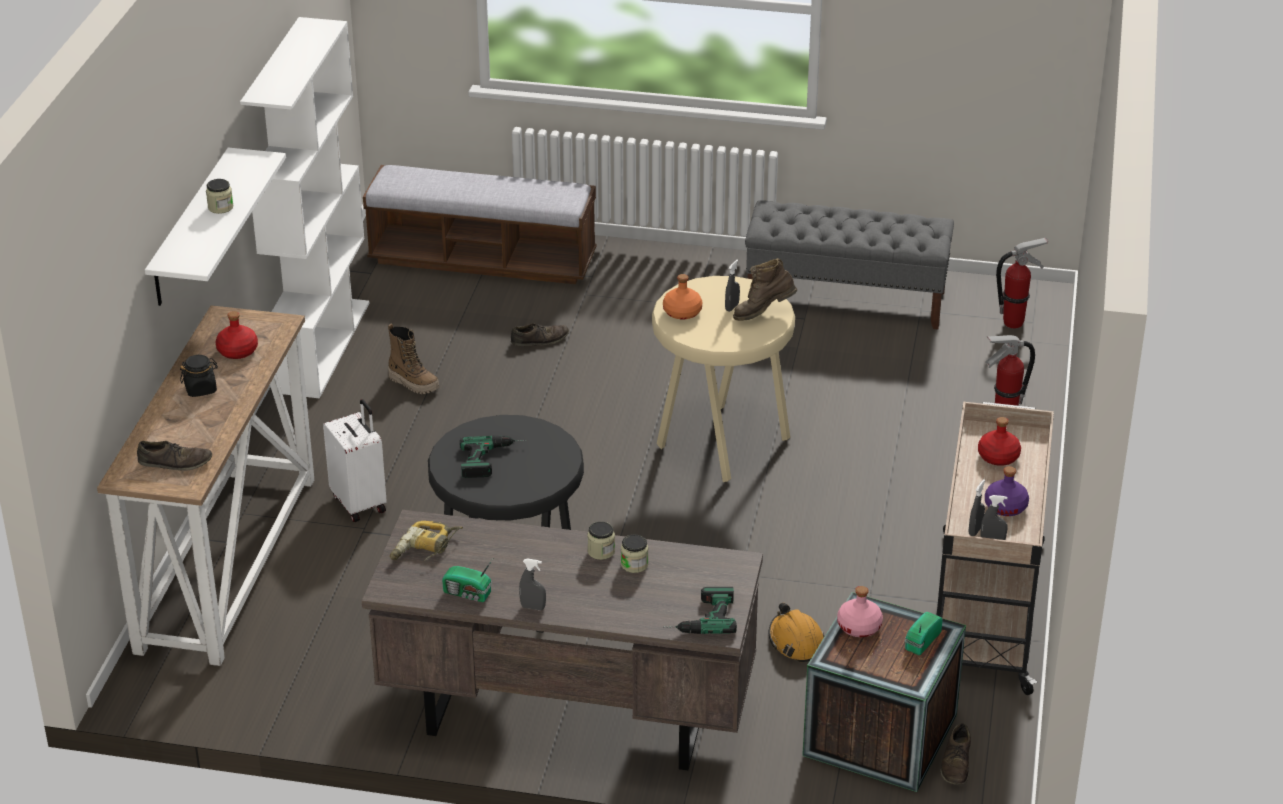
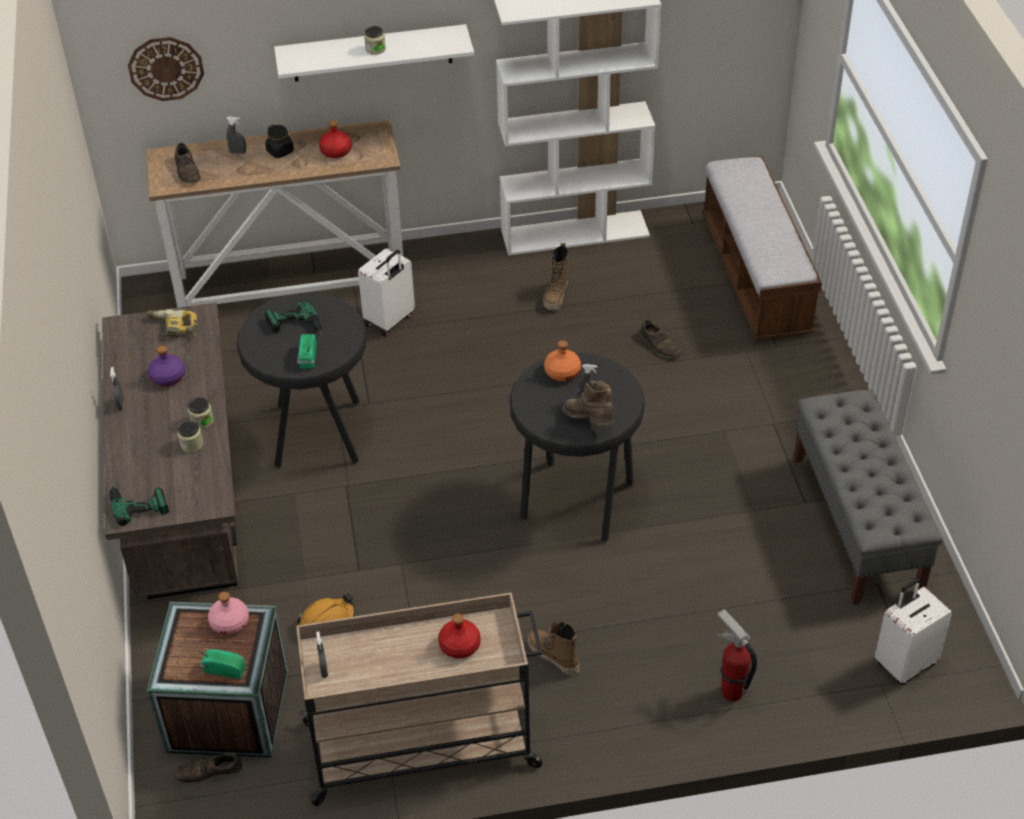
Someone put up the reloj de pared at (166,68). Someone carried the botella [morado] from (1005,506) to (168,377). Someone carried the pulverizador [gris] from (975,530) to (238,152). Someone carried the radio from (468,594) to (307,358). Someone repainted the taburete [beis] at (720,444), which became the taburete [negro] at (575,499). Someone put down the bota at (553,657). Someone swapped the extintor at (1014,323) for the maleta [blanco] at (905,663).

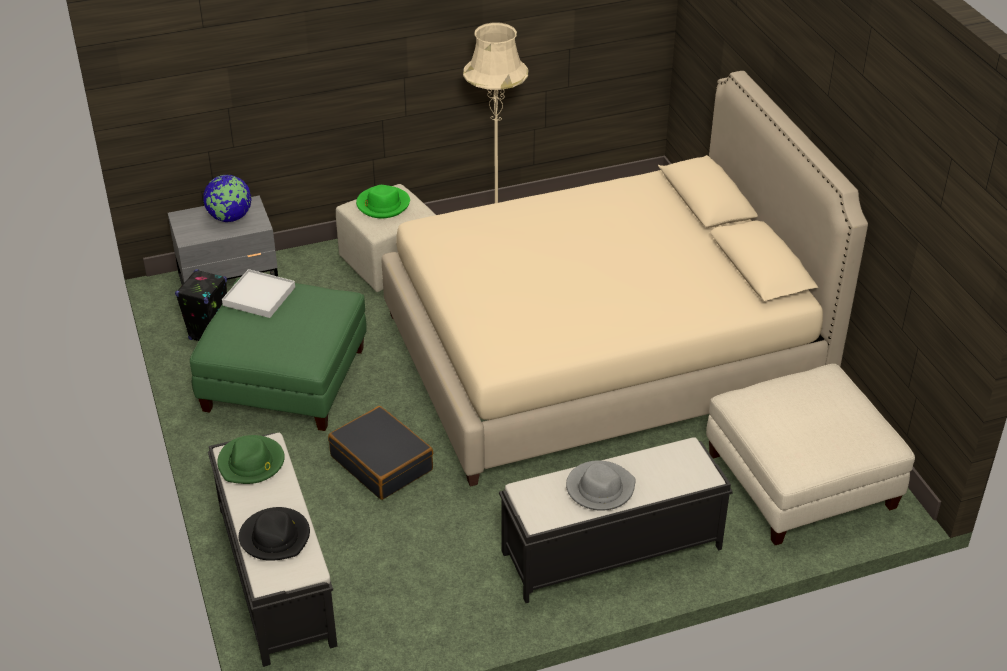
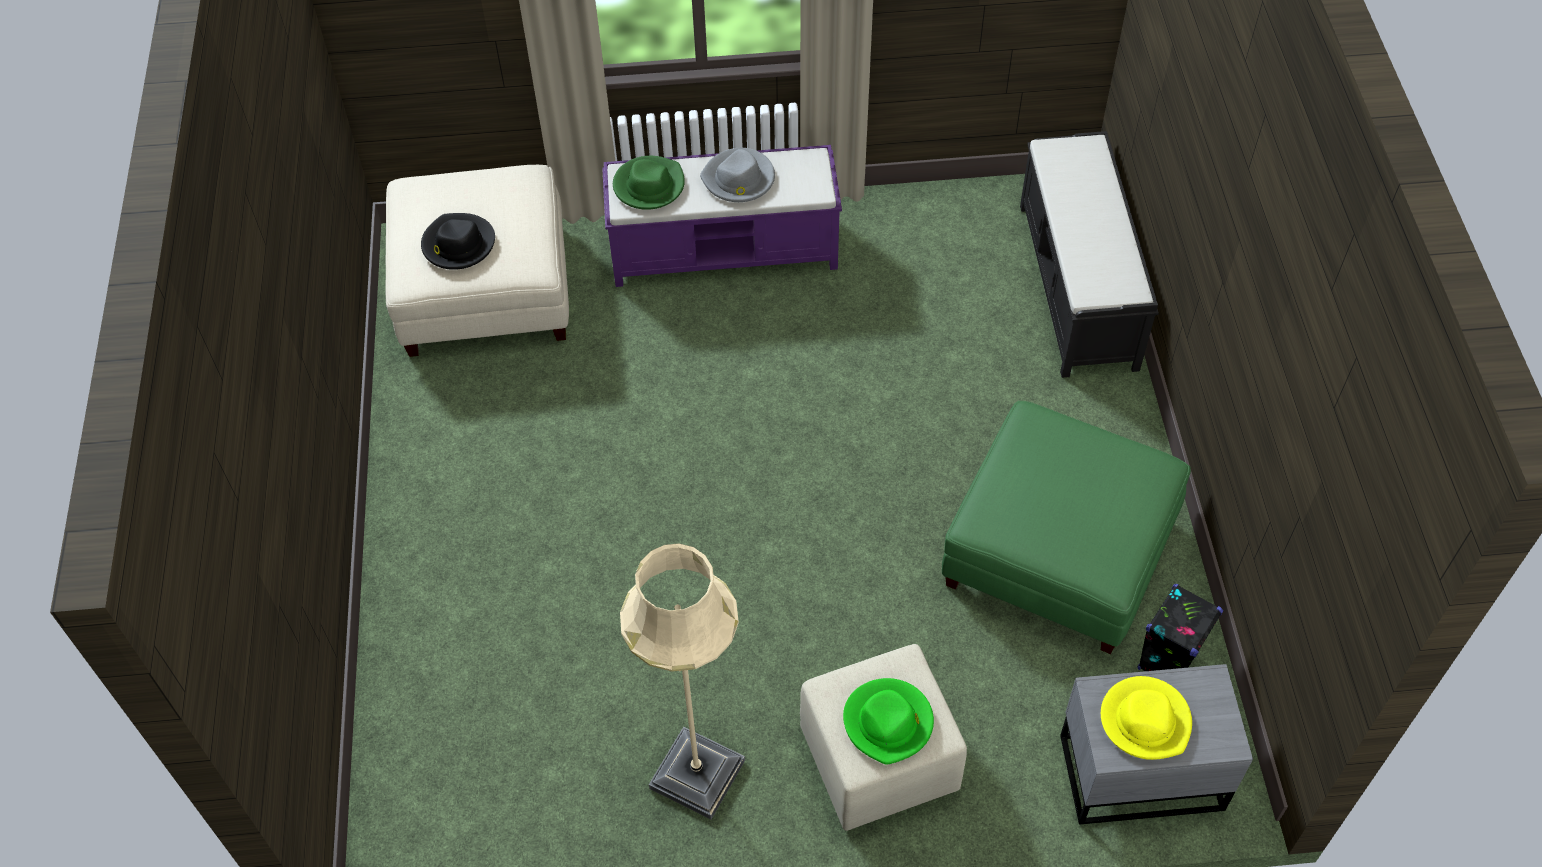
Someone carried the sombrero [negro] from (275,537) to (458,244). Someone repainted the banco [negro] at (610,551), which became the banco [morado] at (726,249). Someone carried the sombrero [verde] from (251,463) to (649,186). Someone swapped the globo terráqueo at (230,218) for the sombrero [amarillo] at (1145,720). Someone took away the bandeja [blanco] at (259,296). Someone took away the maleta [negro] at (382,463). Someone took away the cama [beis] at (602,354).

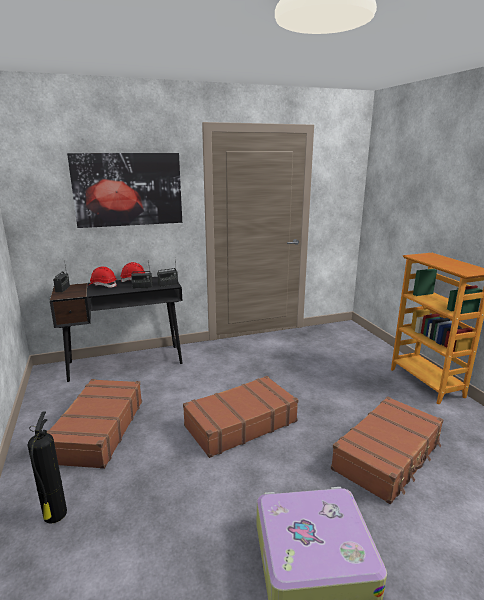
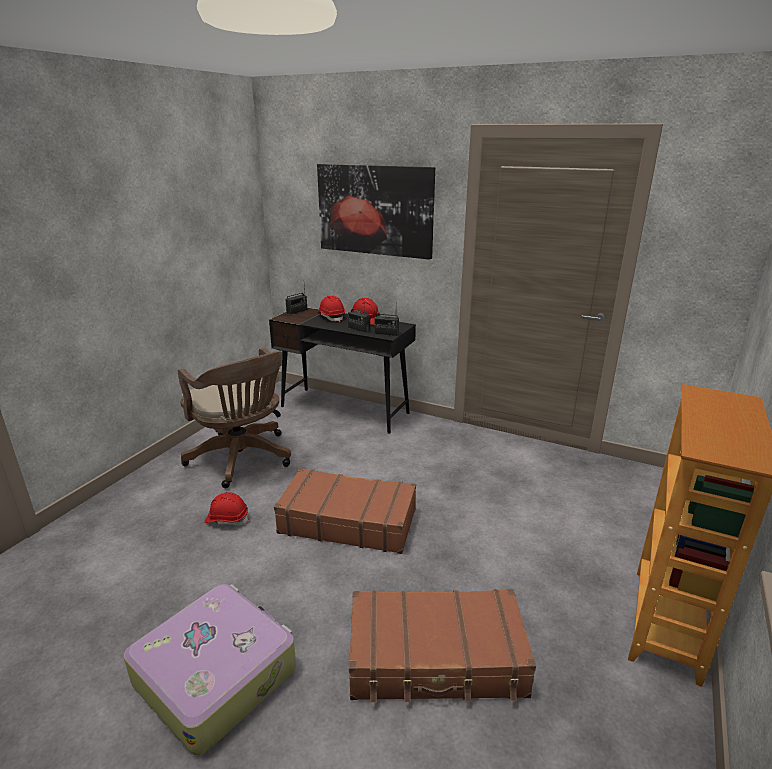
Someone swapped the maleta [marrón] at (98,430) for the silla de oficina [marrón] at (243,459). Someone put down the casco [rojo] at (227,519). Someone took away the extintor at (55,516).

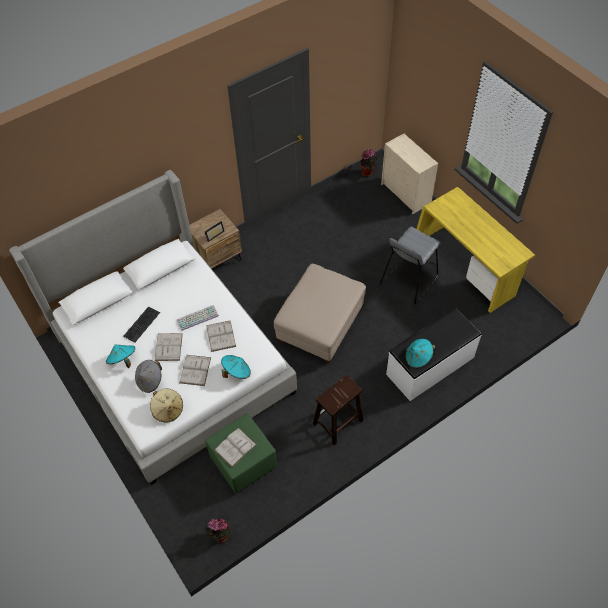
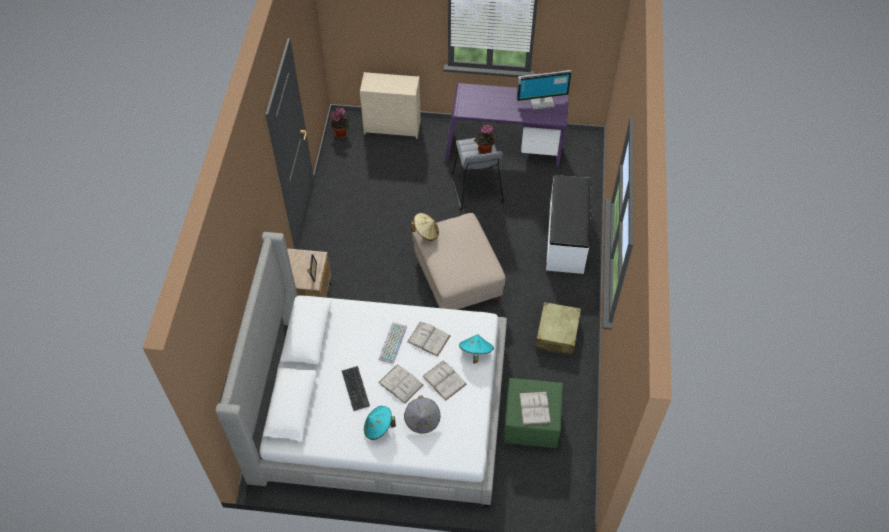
Someone carried the sombrero [beis] from (168,410) to (426,232). Someone repainted the escritorio [amarillo] at (464,269), which became the escritorio [morado] at (504,149). Someone carried the planta en maceta from (219,536) to (485,151). Someone put down the monitor at (541,101). Someone swapped the taburete [marrón] at (337,423) for the maleta [beis] at (557,333). Someone took away the sombrero [turquesa] at (418,358).

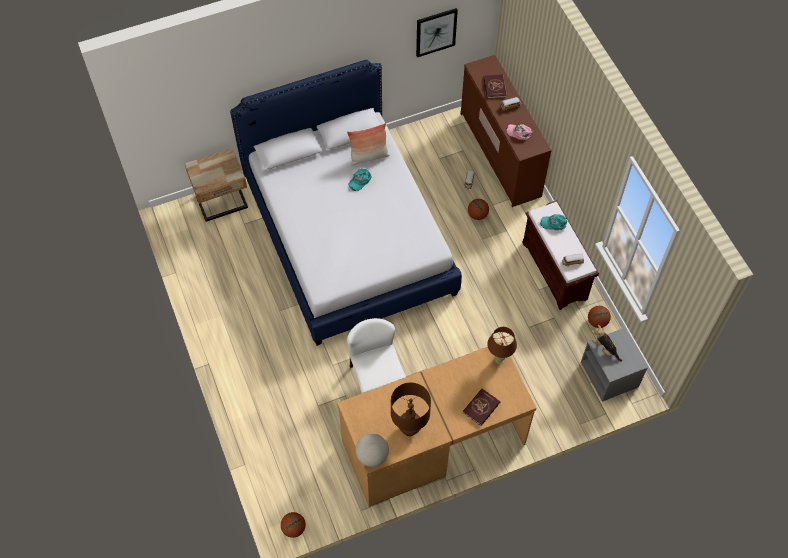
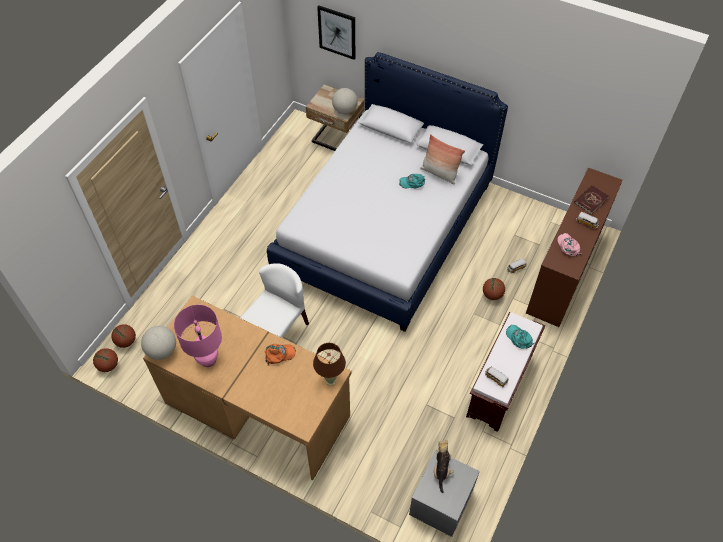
Someone carried the balón de baloncesto from (597,322) to (126,341). Someone repainted the lámpara de mesa [marrón] at (409,429), which became the lámpara de mesa [rosa] at (208,360). Someone put down the gorra [naranja] at (279,354). Someone carried the cuadro from (436,32) to (337,32). Someone put down the globo terráqueo at (345,110). Someone took away the libro [rojo] at (481,407).

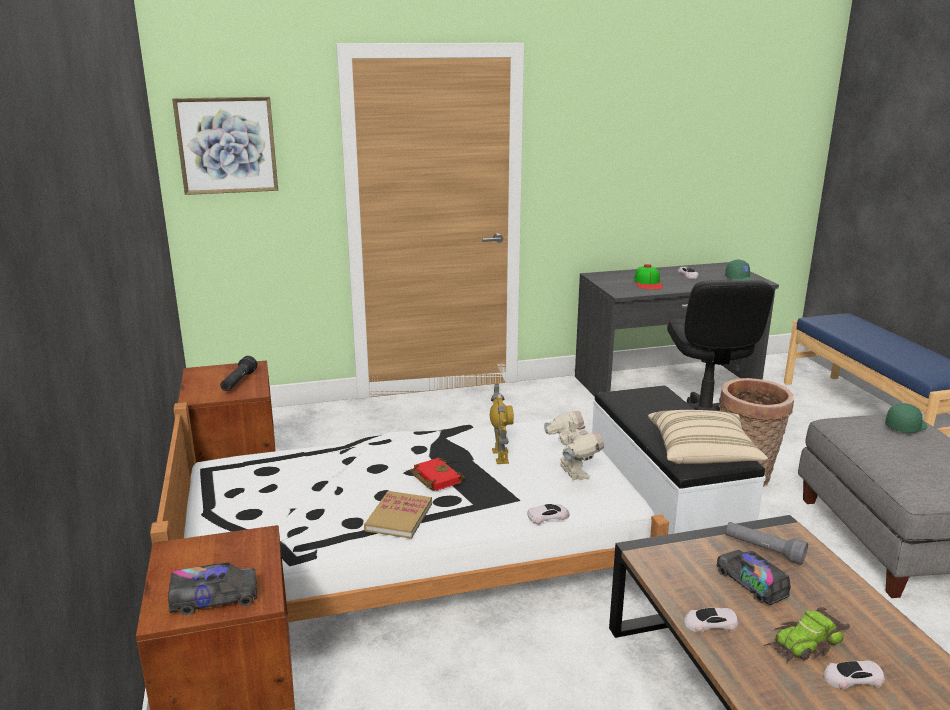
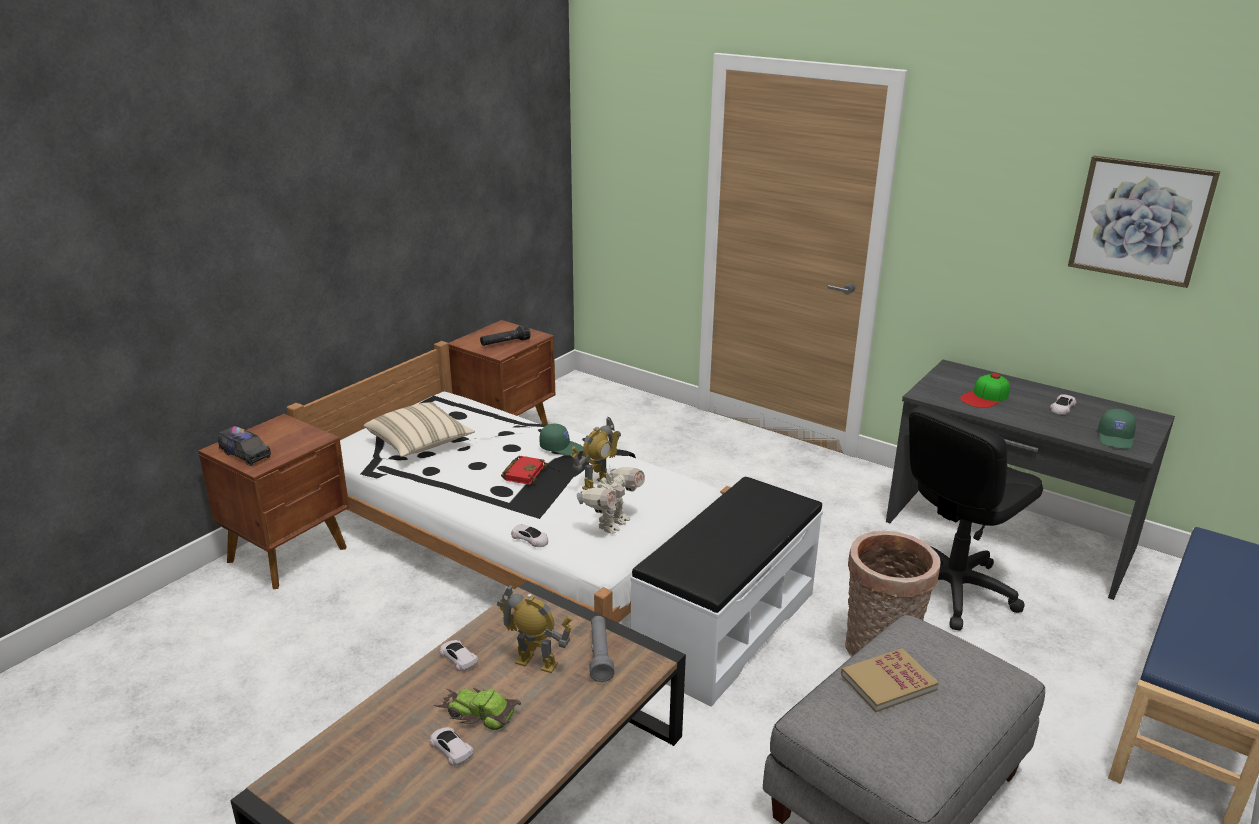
Someone carried the cojín [beis] from (702,454) to (420,444). Someone swapped the camión de juguete at (751,584) for the robot de juguete at (536,663). Someone carried the gorra [verde] from (905,426) to (561,447). Someone carried the libro from (399,517) to (888,682). Someone carried the cuadro from (227,145) to (1140,220).

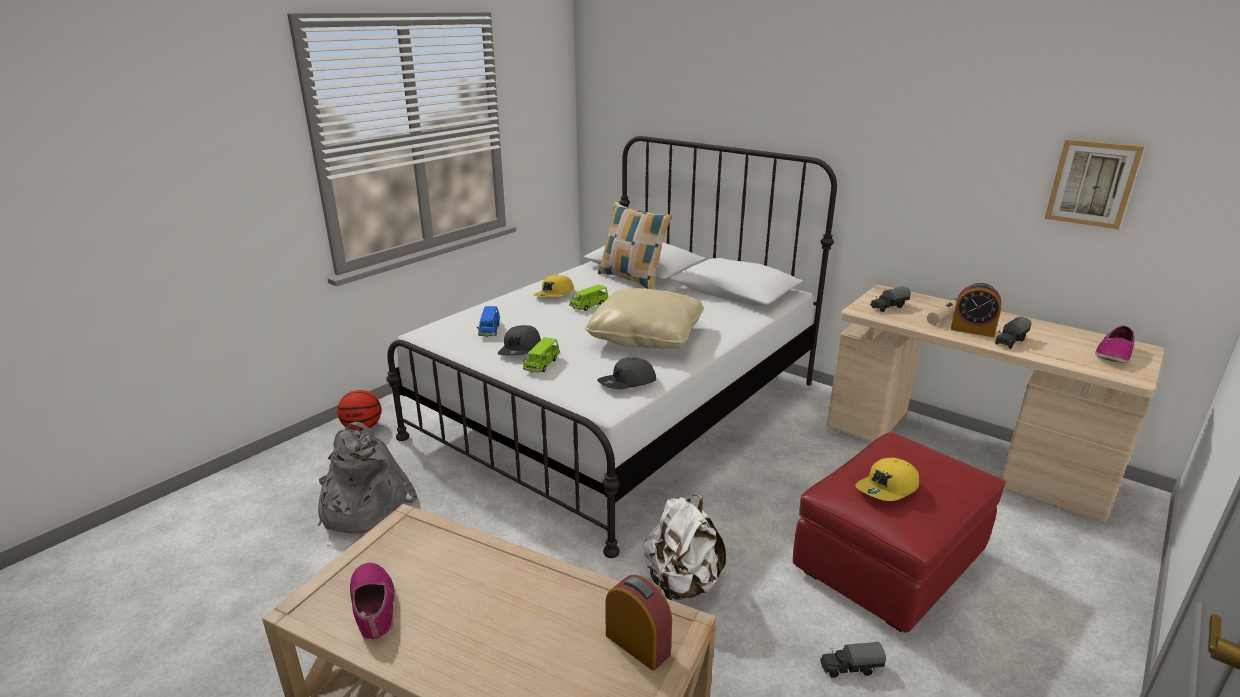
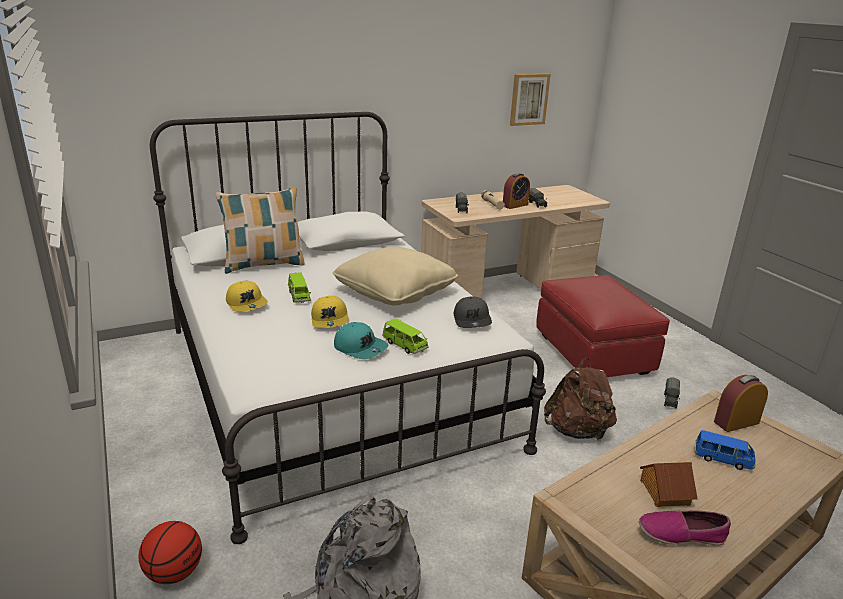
Someone carried the gorra [amarillo] from (888,488) to (330,320). Someone repainted the gorra [gris] at (521,349), which became the gorra [turquesa] at (360,348). Someone repainted the mochila [blanco] at (682,584), which became the mochila [marrón] at (577,431). Someone put down the casita at (664,492). Someone carried the coche de juguete [azul] from (489,330) to (722,459). Someone took away the zapato at (1113,354).

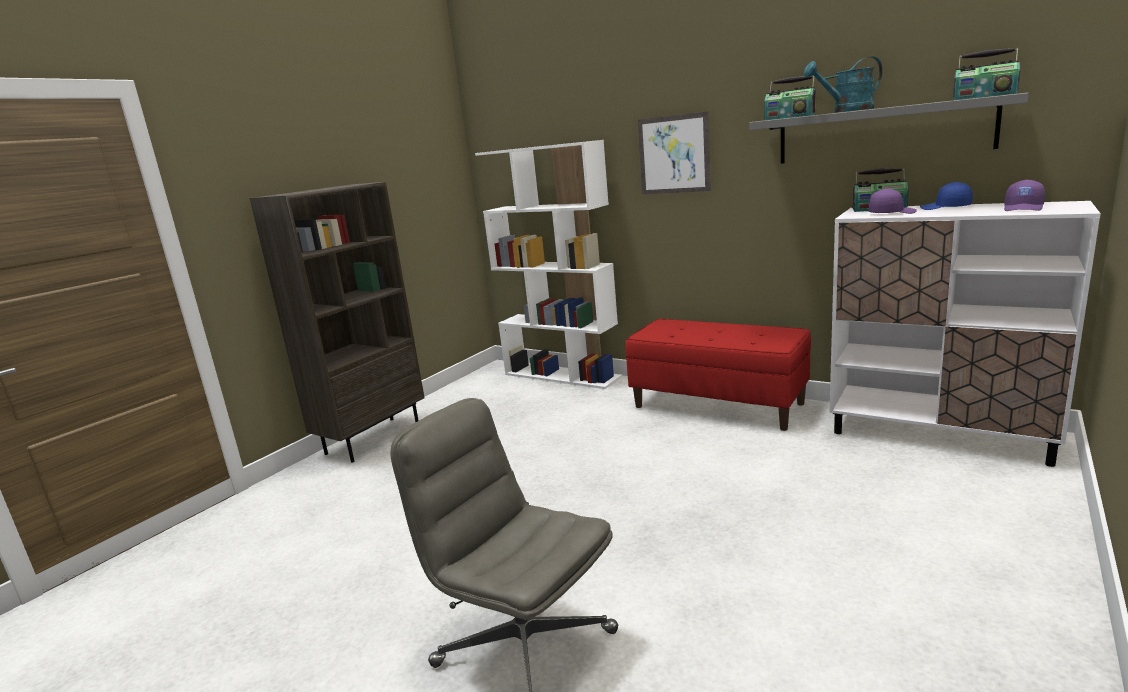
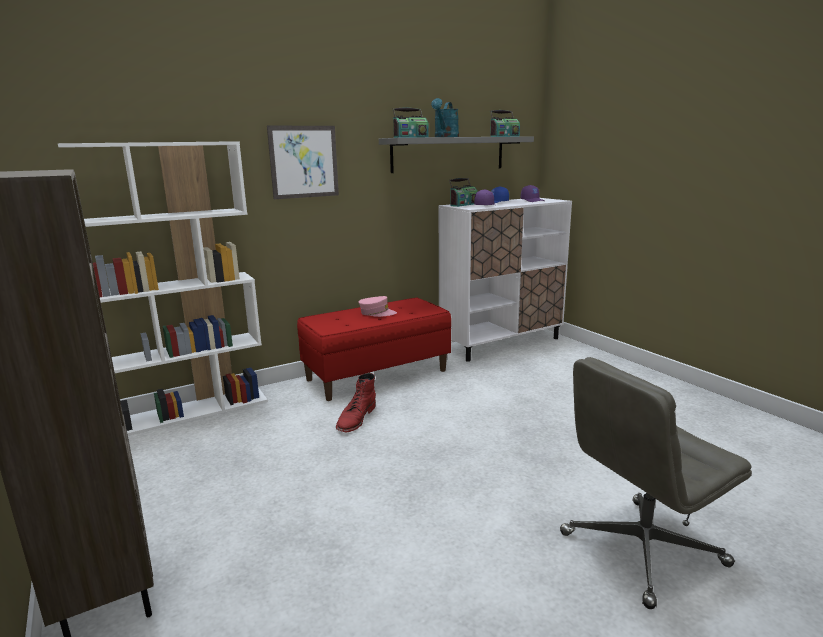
Someone put down the bota [rojo] at (356,419). Someone put down the gorra [rosa] at (377,313).

